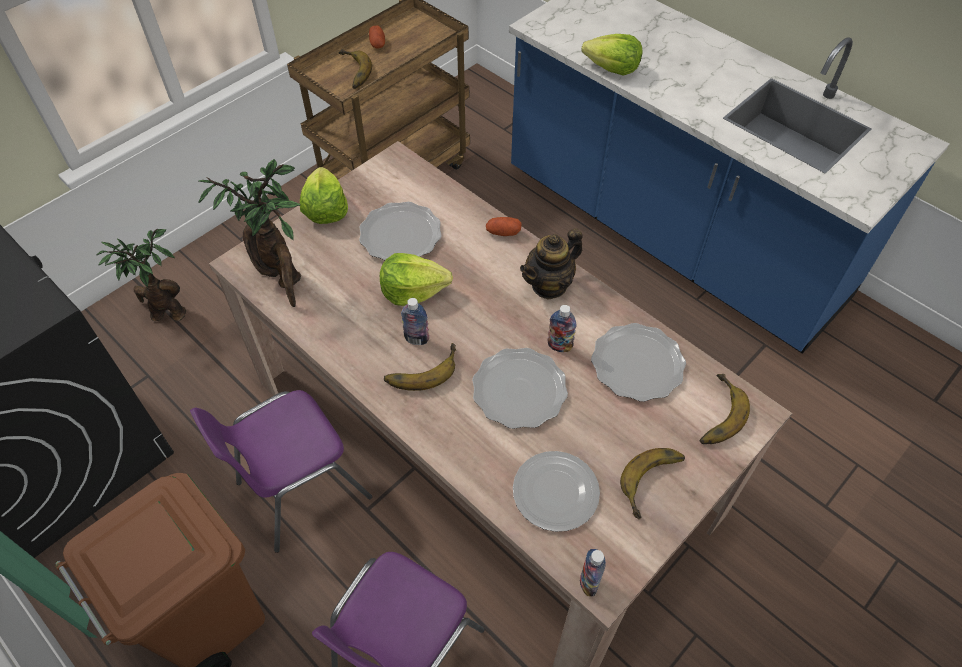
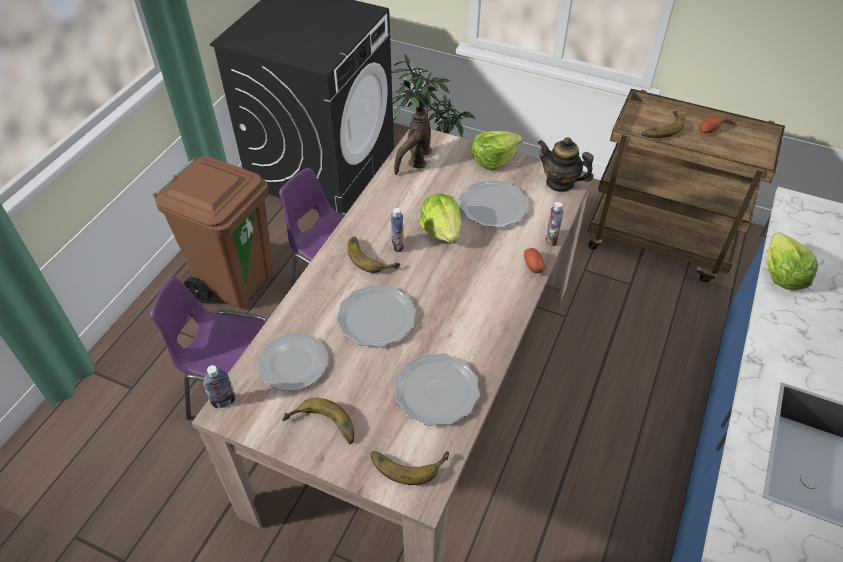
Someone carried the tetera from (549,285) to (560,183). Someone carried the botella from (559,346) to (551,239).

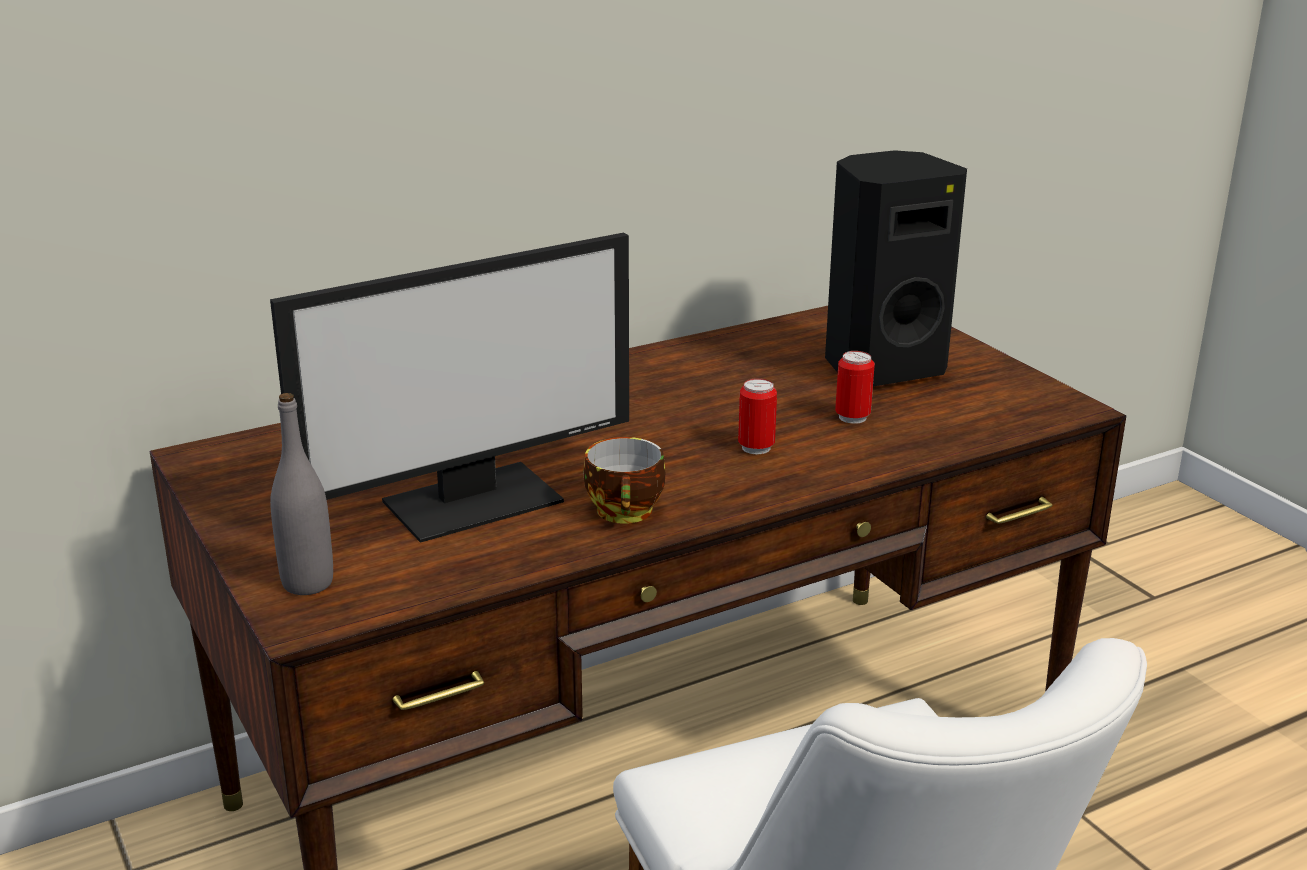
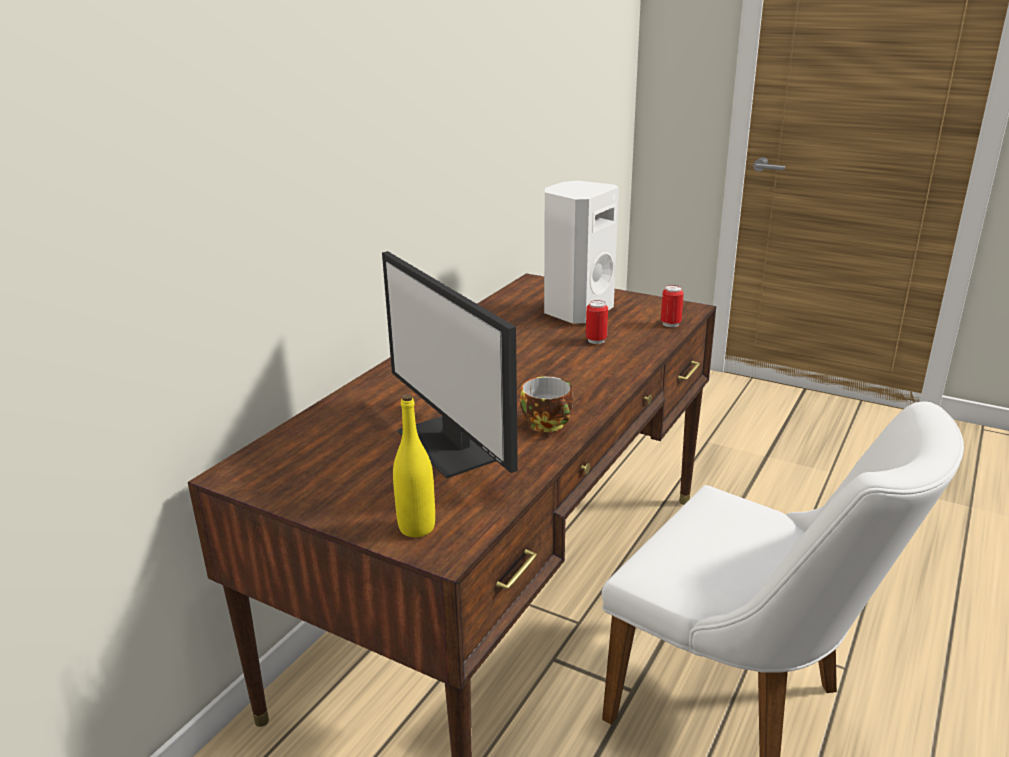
Someone rotated the monitor at (473,499) by 120 degrees clockwise. Someone repainted the botella [gris] at (307,583), which became the botella [amarillo] at (416,527). Someone repainted the altavoz [negro] at (881,367), which became the altavoz [blanco] at (576,311). Someone carried the lata from (756,448) to (670,324).

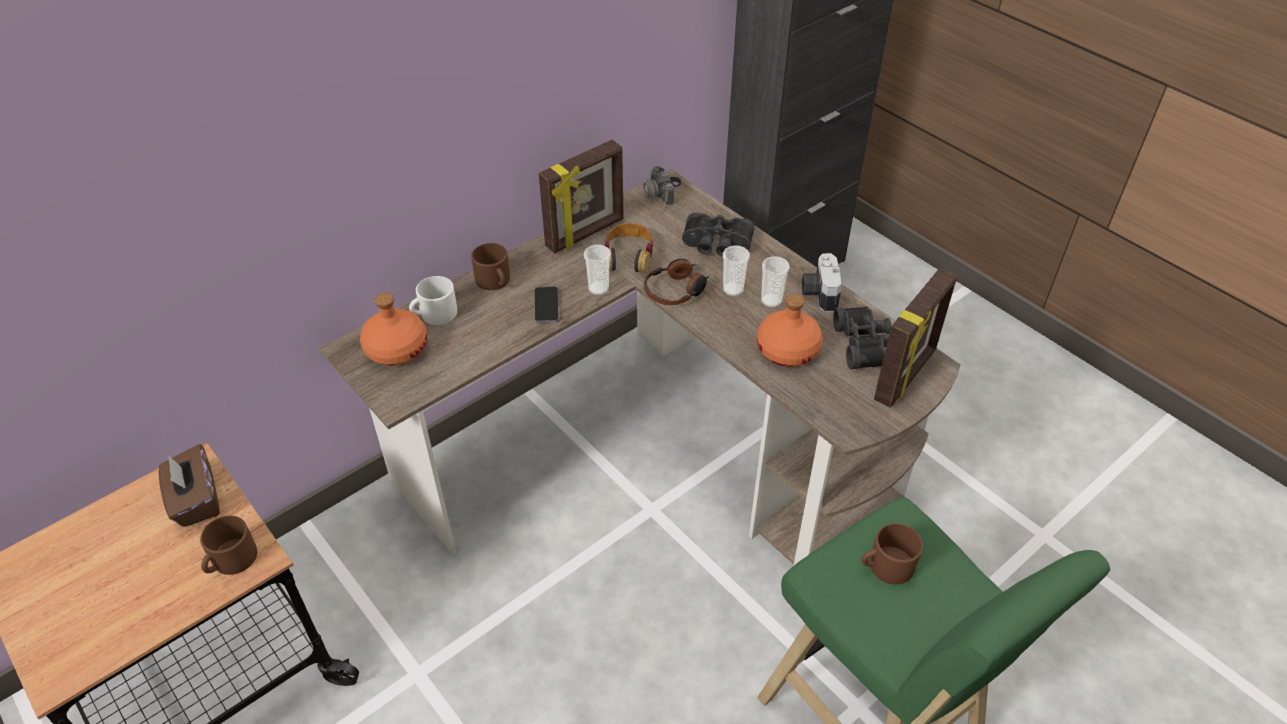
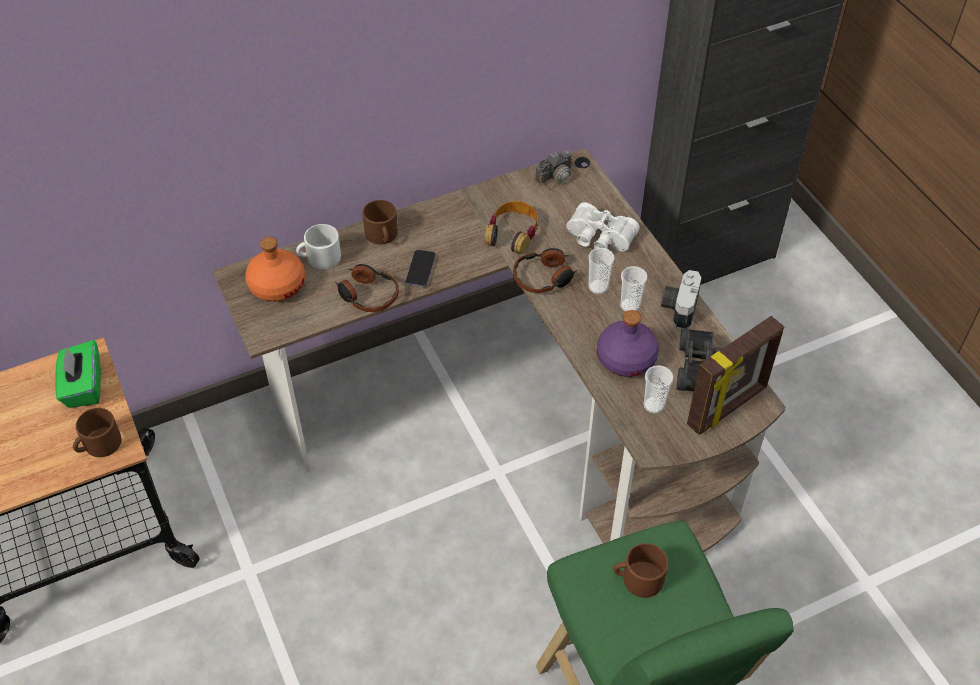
Someone repainted the caja de pañuelos [marrón] at (196,501), which became the caja de pañuelos [verde] at (83,387). Someone put down the auriculares at (368,295). Someone rotated the cámara at (657,196) by 120 degrees counterclockwise. Someone repainted the prismáticos [negro] at (716,245), which became the prismáticos [blanco] at (599,238). Someone repainted the botella [naranja] at (788,350), which became the botella [morado] at (627,358). Someone carried the taza from (598,288) to (654,405). Someone took away the portarretratos at (586,234).

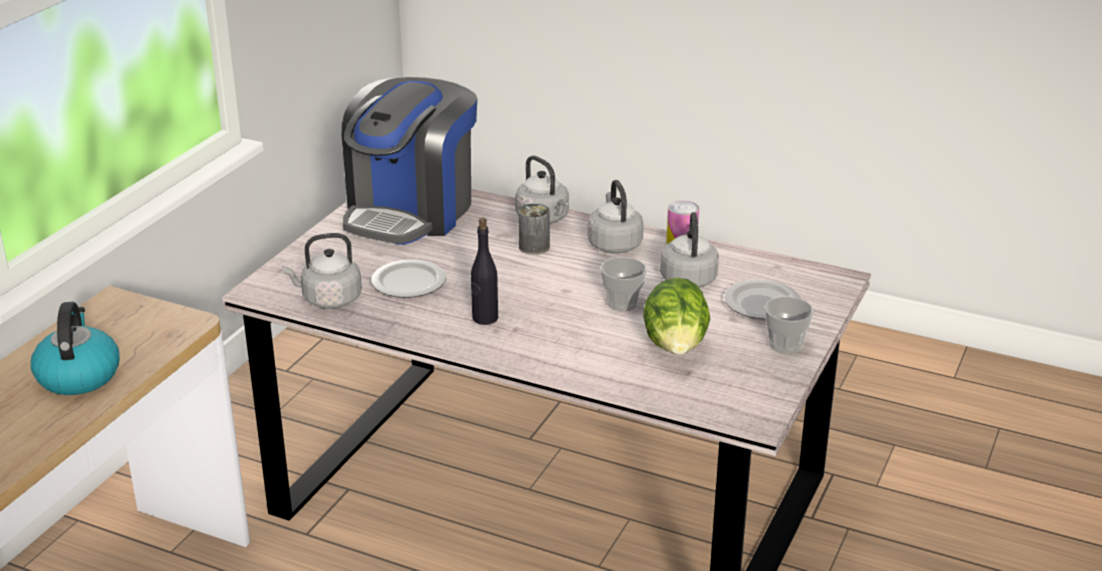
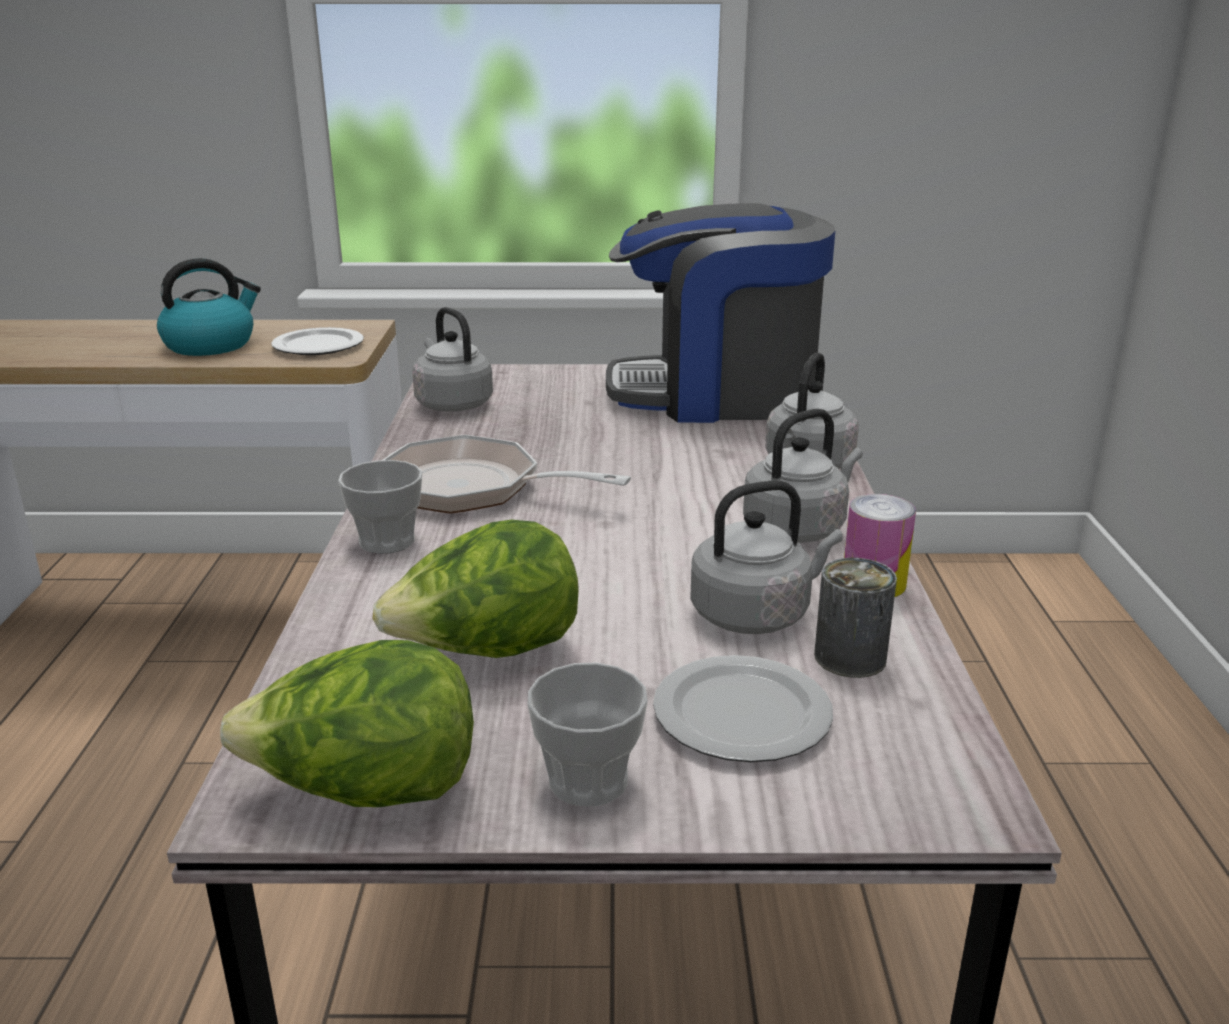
Someone put down the lechuga at (366,792). Someone carried the plato from (408,281) to (320,345). Someone carried the taza from (622,303) to (387,541). Someone swapped the botella [negro] at (484,318) for the sartén at (473,489). Someone carried the lata from (534,247) to (850,657).

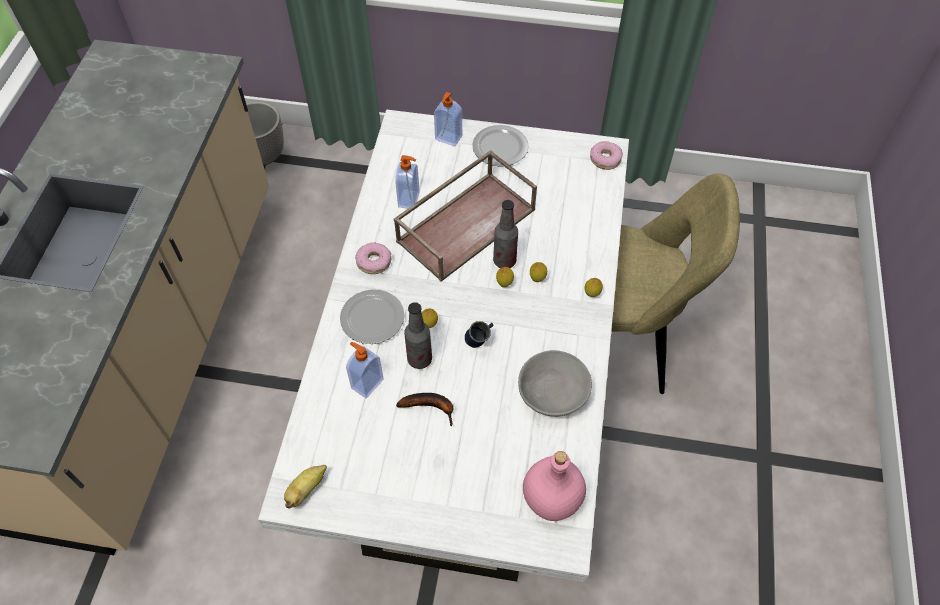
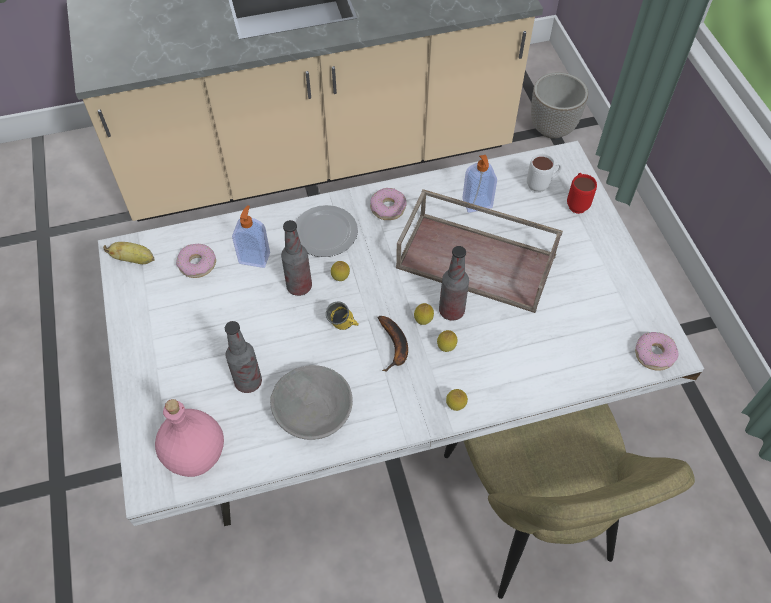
Someone put down the rosquilla at (197,264). Someone put down the botella at (248,382). Someone repainted the taza grande [azul] at (480,341), which became the taza grande [amarillo] at (344,326). Someone carried the plátano from (431,407) to (395,347). Someone put down the taza grande [blanco] at (542,185). Someone swapped the dispensador de jabón at (448,138) for the taza grande [rojo] at (576,203). Someone took away the plato at (499,148).

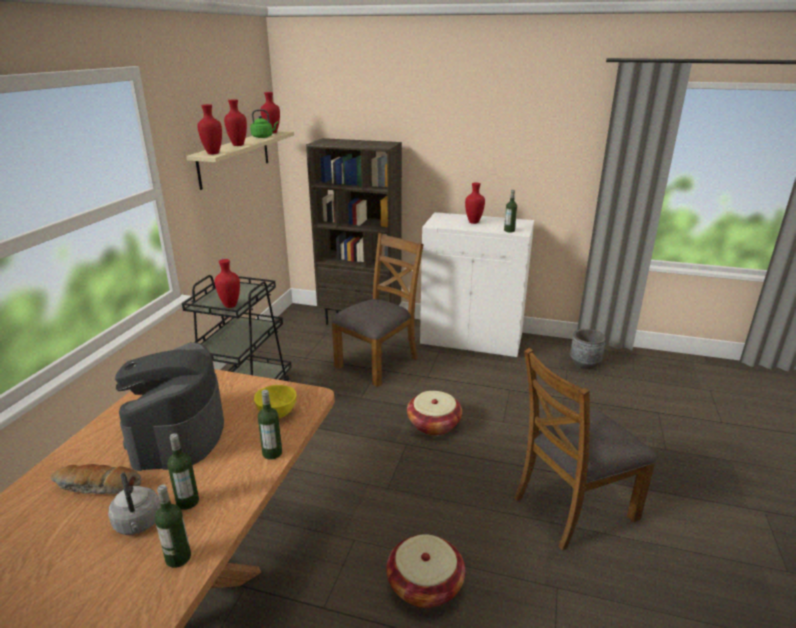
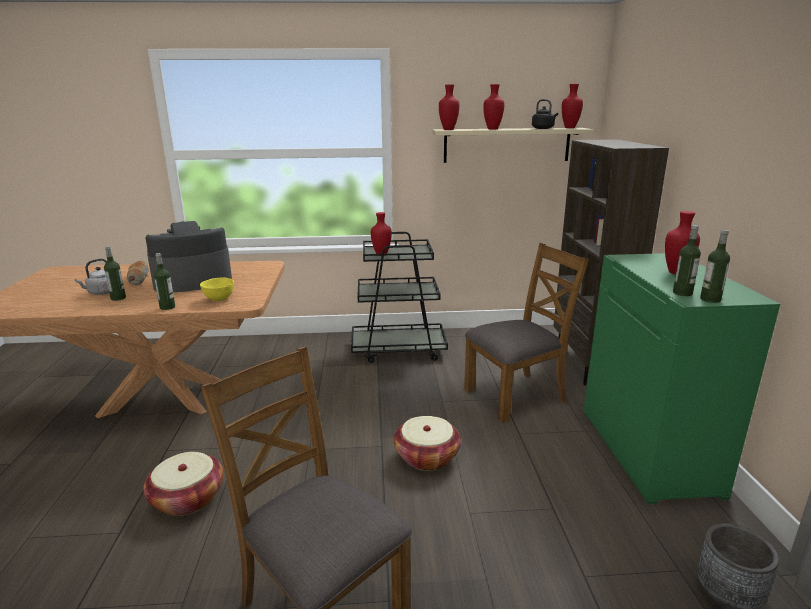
Someone rotated the silla [marrón] at (378,362) by 45 degrees counterclockwise. Someone repainted the hervidor [verde] at (263,137), which became the hervidor [negro] at (543,128). Someone repainted the armario [blanco] at (472,340), which became the armario [verde] at (649,452). Someone carried the botella from (178,558) to (710,299).

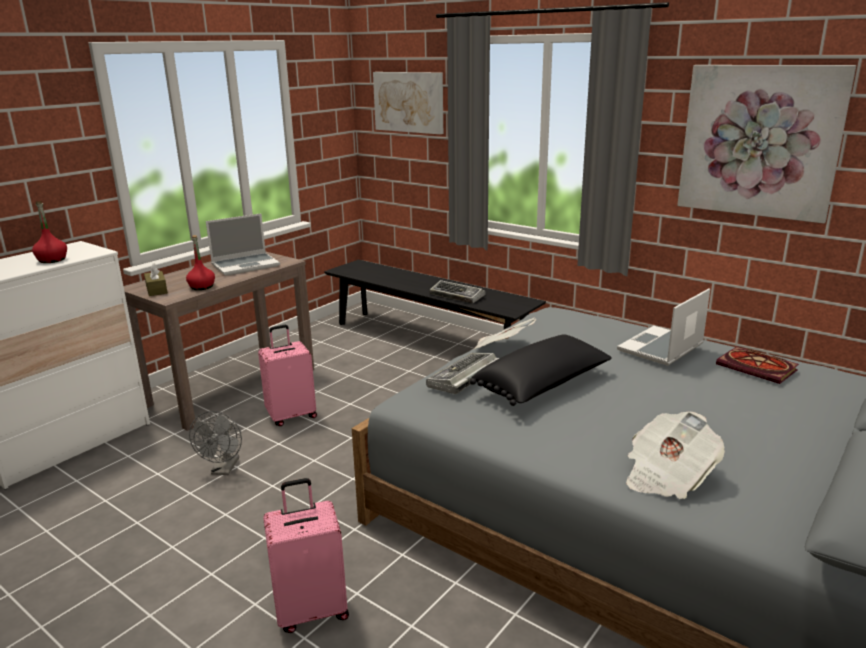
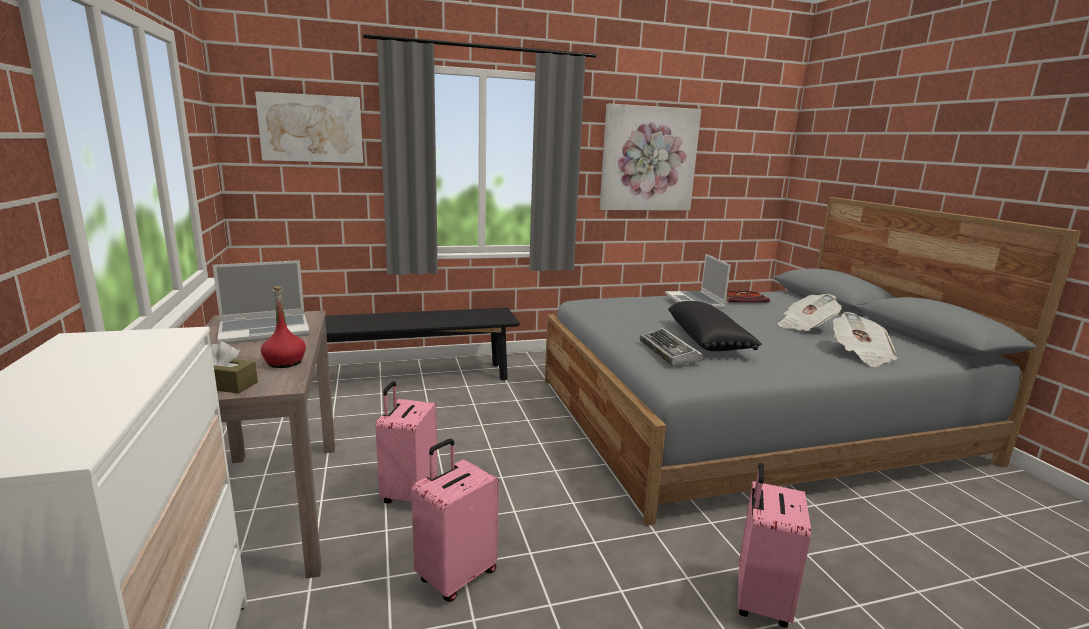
Someone rotated the portátil at (246,265) by 60 degrees clockwise. Someone swapped the ventilador [gris] at (224,469) for the maleta [rosa] at (456,575). Someone carried the periódico from (503,349) to (805,326). Someone took away the botella [rojo] at (52,260). Someone took away the teclado at (458,296).

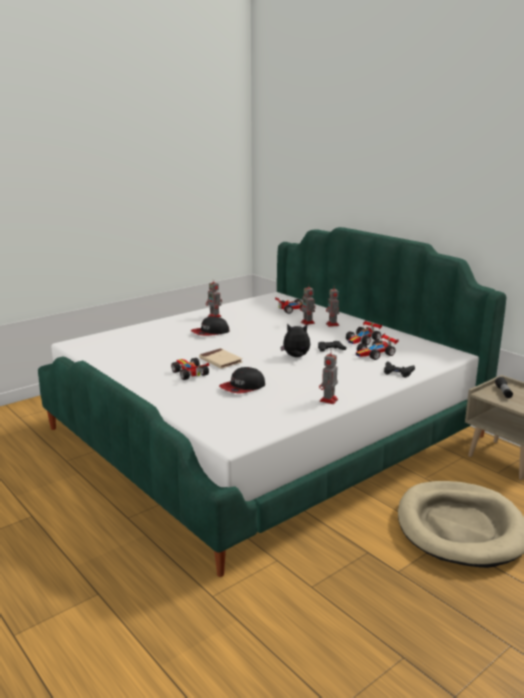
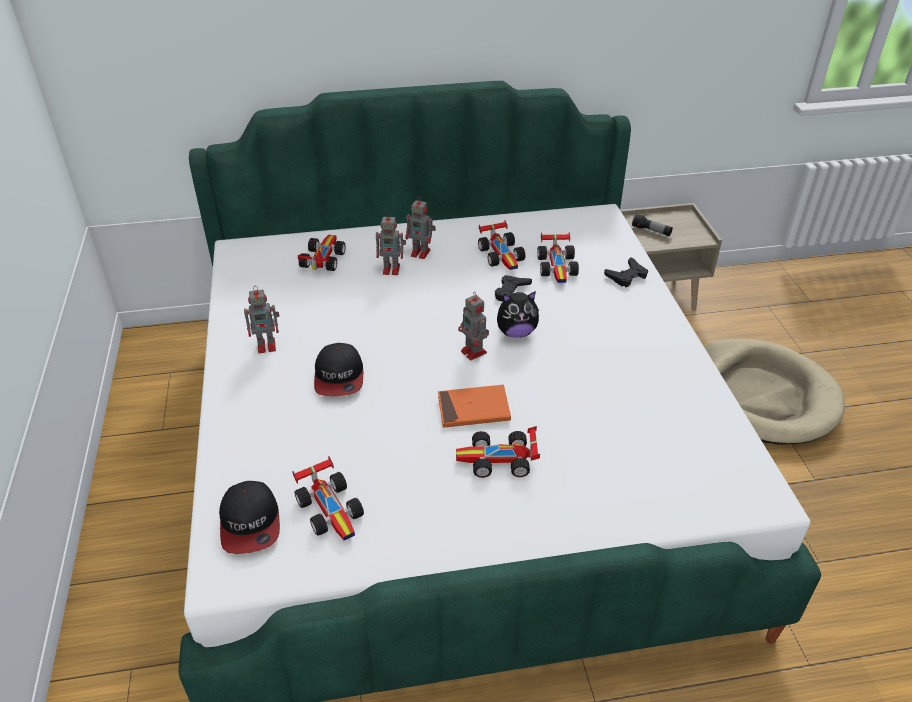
Someone carried the gorra from (243,387) to (250,523). Someone put down the coche de juguete at (331,509). Someone repainted the libro [beis] at (220,361), which became the libro [naranja] at (473,409). Someone carried the robot de juguete from (328,400) to (474,352). Someone rotated the peluche at (296,357) by 135 degrees counterclockwise.

